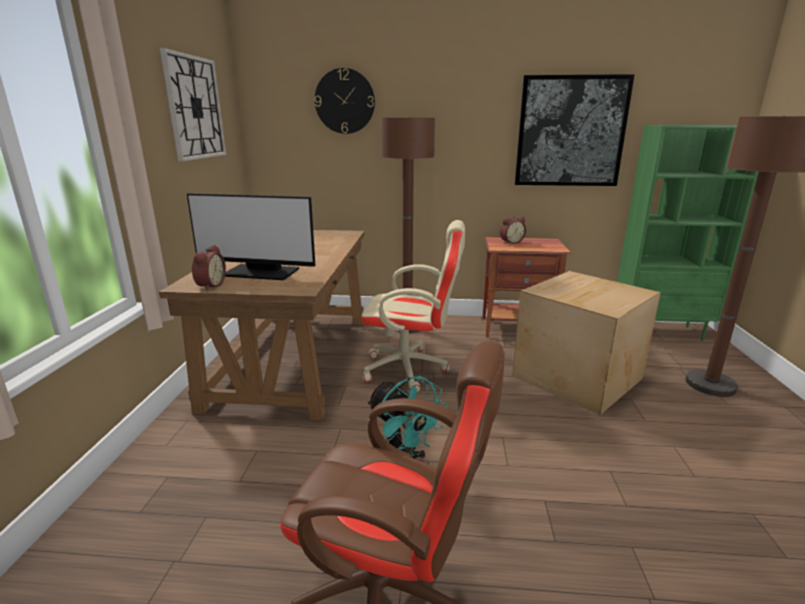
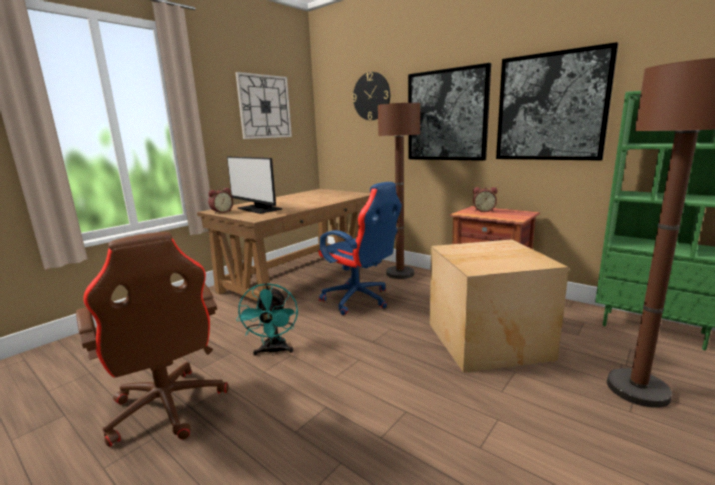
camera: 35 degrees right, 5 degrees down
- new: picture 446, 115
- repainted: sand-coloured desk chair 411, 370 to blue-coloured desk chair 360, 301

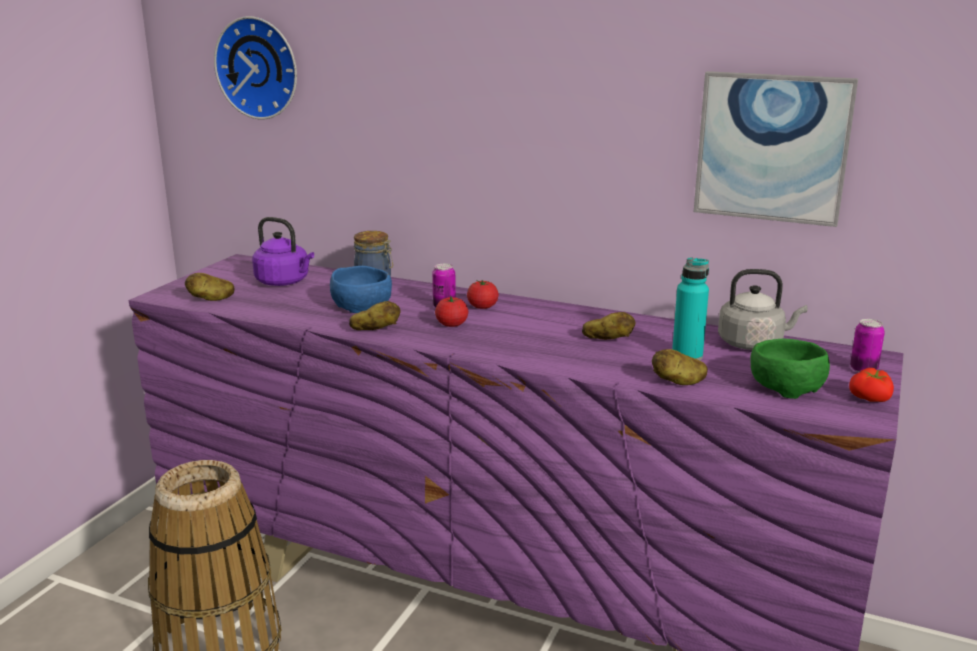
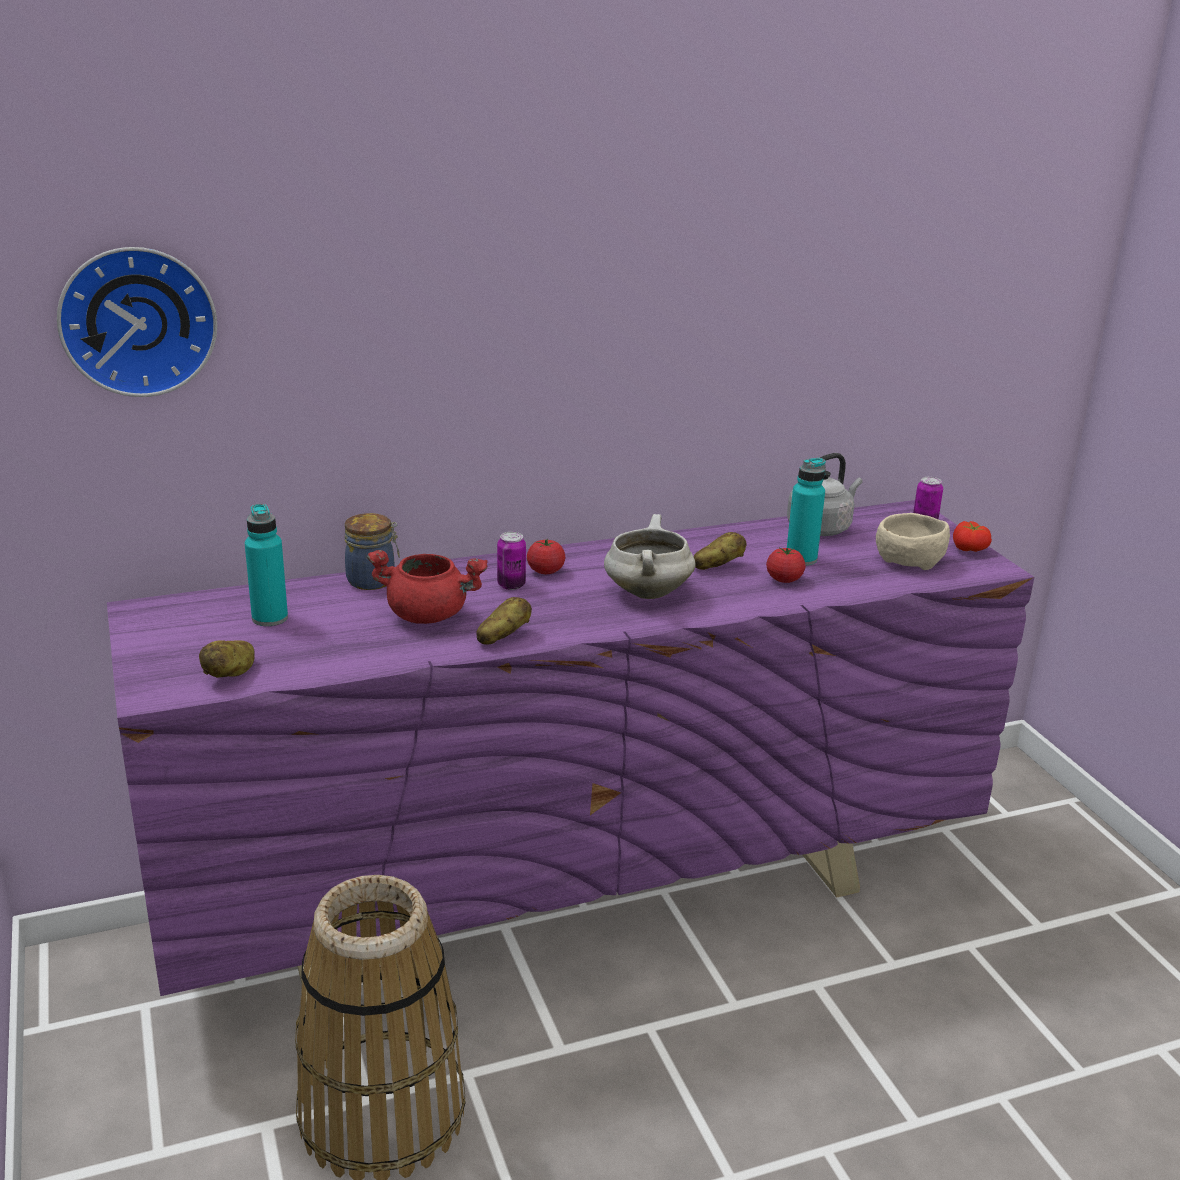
camera: 45 degrees left, 5 degrees up
- gone: potato 678, 382
- gone: picture 772, 147
- new: white-coloured stockpot 646, 592
- shifted: whole tomato 451, 324 to 784, 579
- swapped: purple kettle 285, 282 to blue-green bottle 270, 618
- swapped: blue-coloured deep dish 363, 306 to reddish stockpot 429, 615
- repainted: green deep dish 784, 386 to sand-coloured deep dish 907, 560

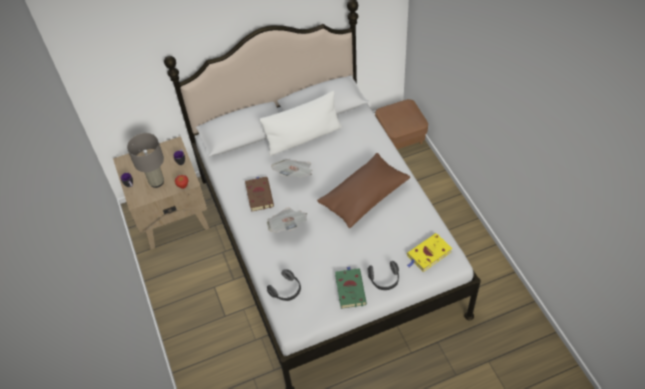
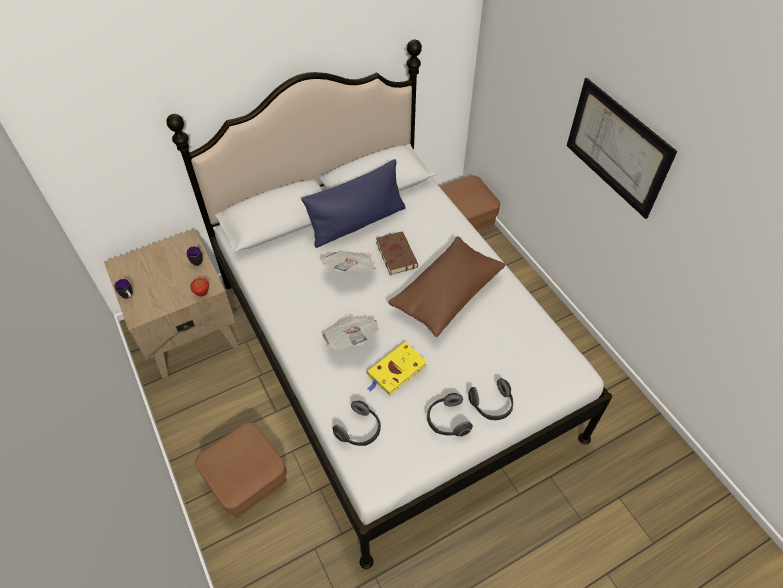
camera: 10 degrees left, 0 degrees up
- gone: grey table lamp 157, 182
- new: brown footrest 248, 481
- new: picture 617, 148
- shifted: brown bound book 259, 194 to 395, 254
- shifted: yellowish bound book 428, 254 to 396, 372
- swapped: green bound book 350, 288 to pair of headphones 447, 421
- repainted: white-coloured throw pillow 303, 138 to blue-coloured throw pillow 357, 223

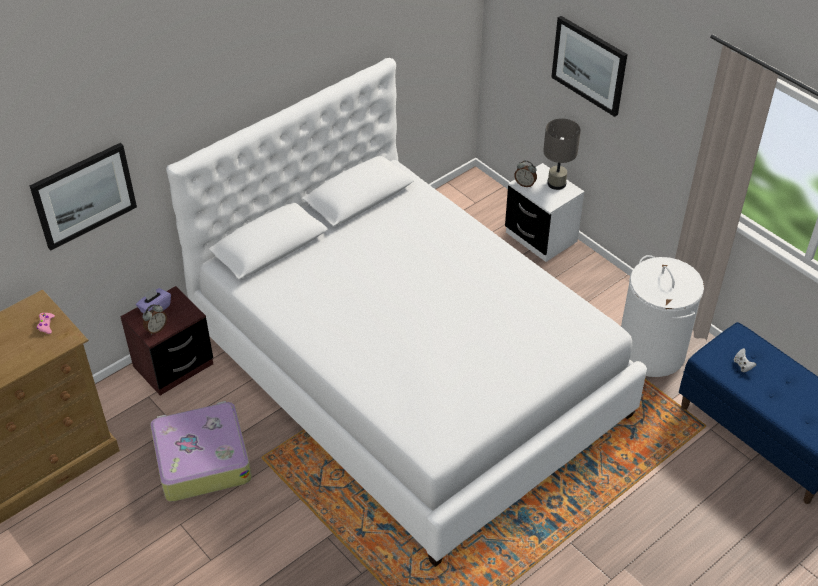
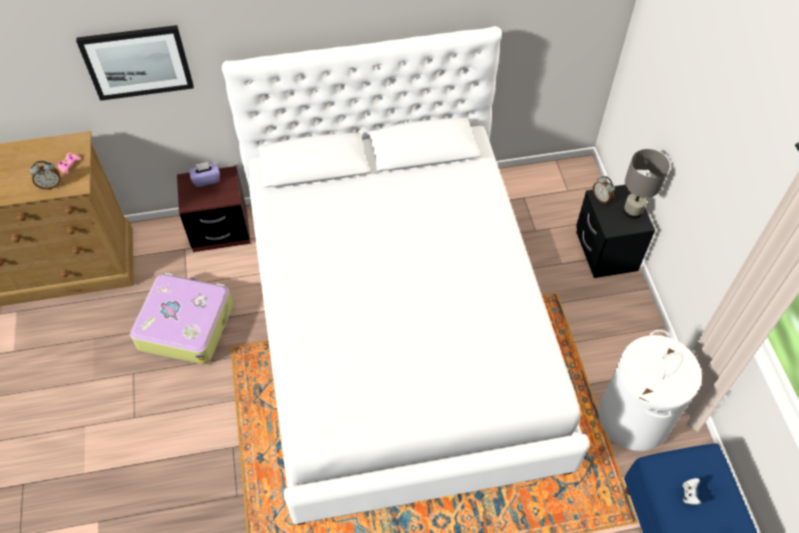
camera: 30 degrees right, 10 degrees up
- gone: picture 589, 65
- shifted: alarm clock 156, 329 to 50, 185
- repainted: white-coloured night table 541, 237 to black night table 606, 251

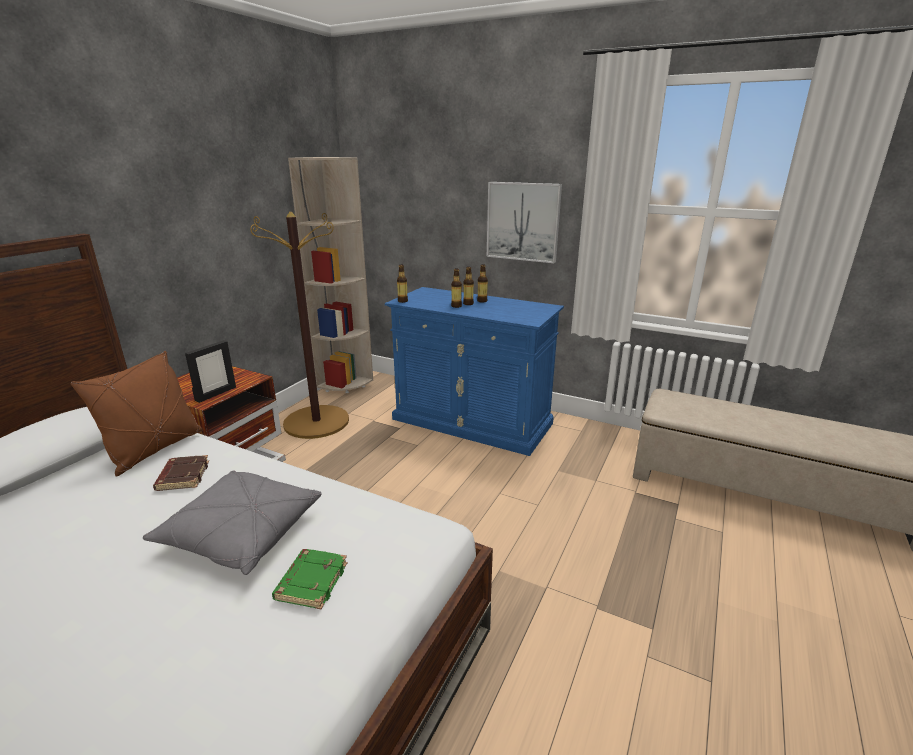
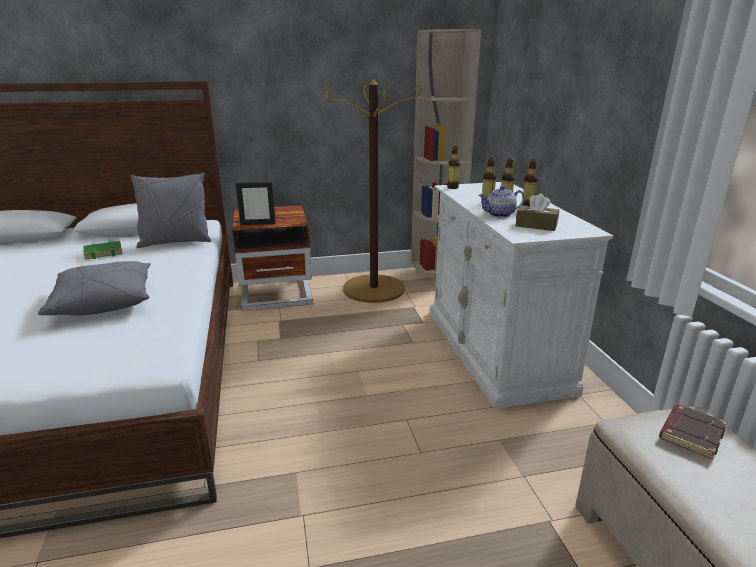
camera: 50 degrees right, 0 degrees up
- gone: picture 523, 222
- new: pot for tea 500, 214
- new: brown tissue box 536, 225
- shifted: brown bound book 182, 476 to 690, 434
- shifted: green bound book 311, 581 to 104, 253
- repainted: brown throw pillow 155, 450 to grey throw pillow 176, 242
- repainted: blue-coloured chest of drawers 472, 421 to white-coloured chest of drawers 495, 349

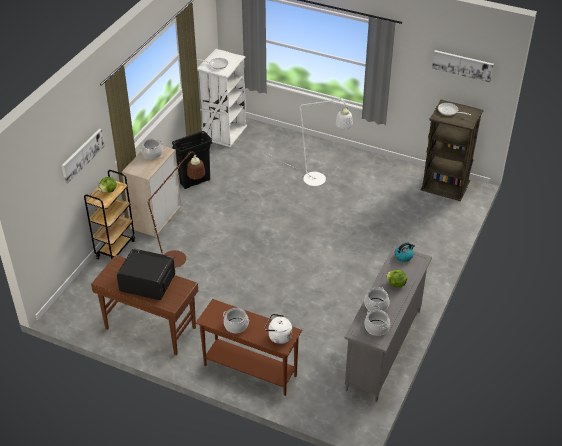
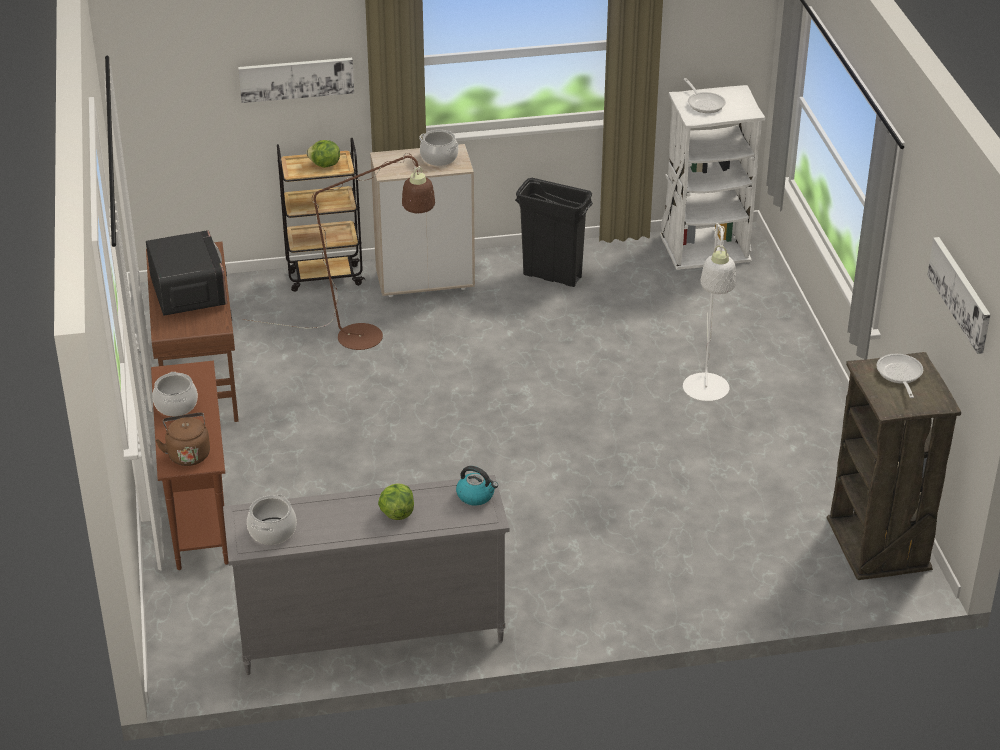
camera: 55 degrees right, 5 degrees down
- gone: stockpot 376, 305
- repainted: white-coloured kettle 278, 336 to brown kettle 188, 454

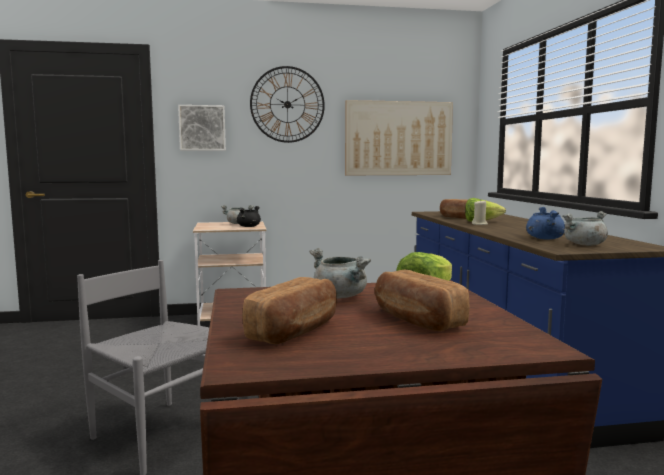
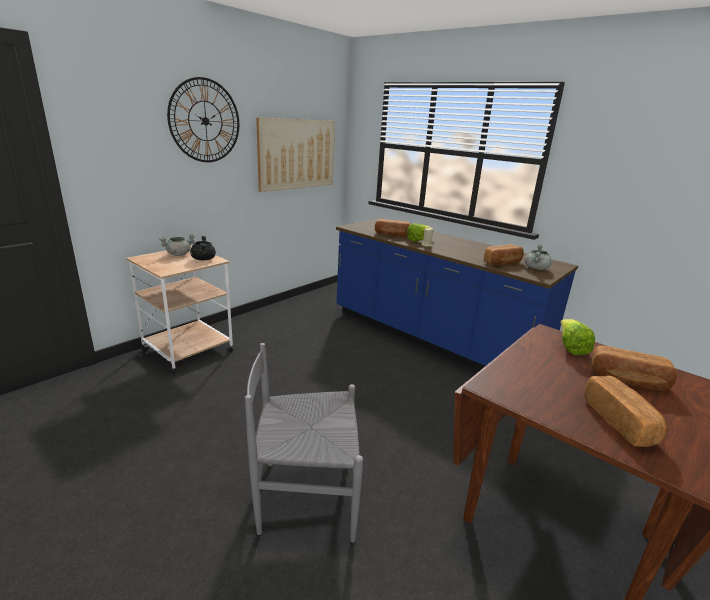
camera: 40 degrees left, 15 degrees up
- gone: picture 202, 128
- gone: grey stockpot 340, 297
- swapped: blue-coloured stockpot 544, 238 to bread 503, 263

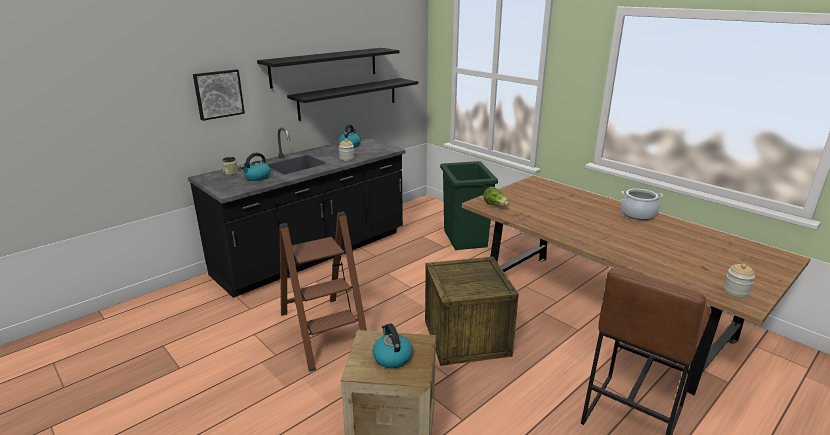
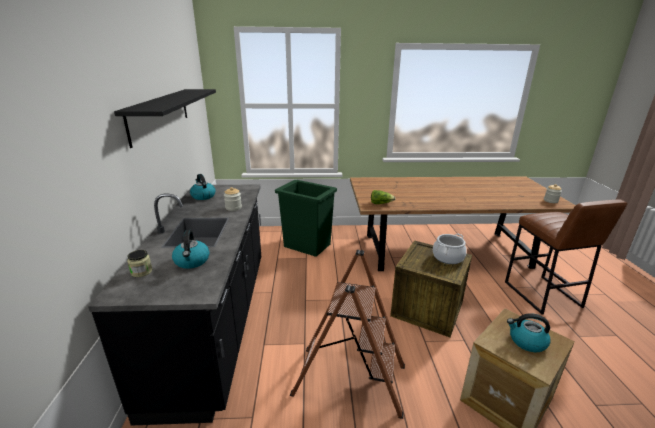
camera: 50 degrees left, 0 degrees up
- gone: picture 218, 94
- gone: black shelf 348, 98
- shifted: stockpot 637, 214 to 447, 257

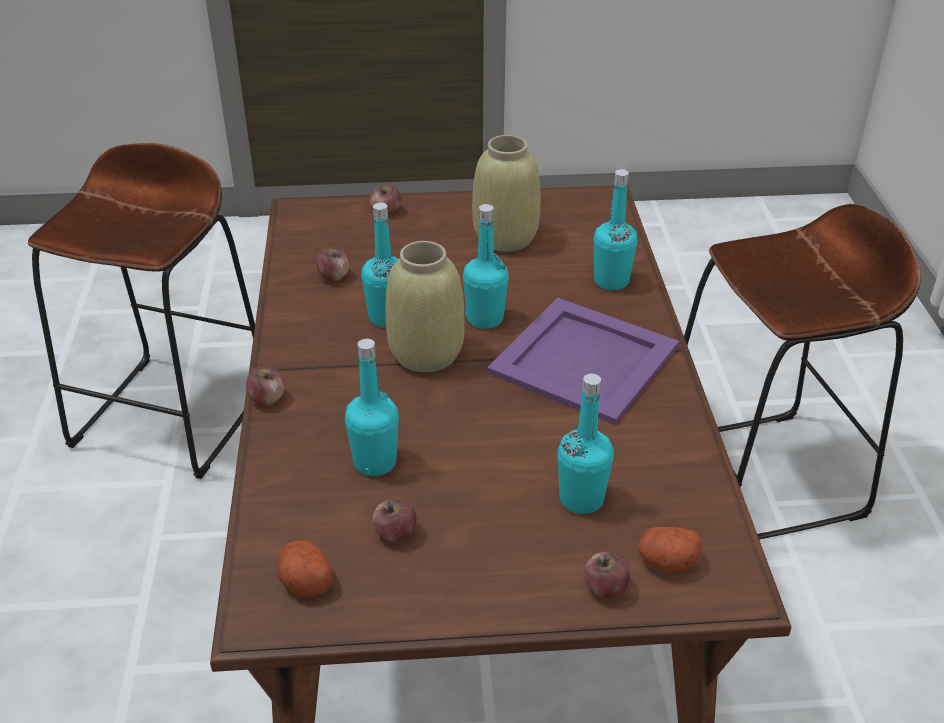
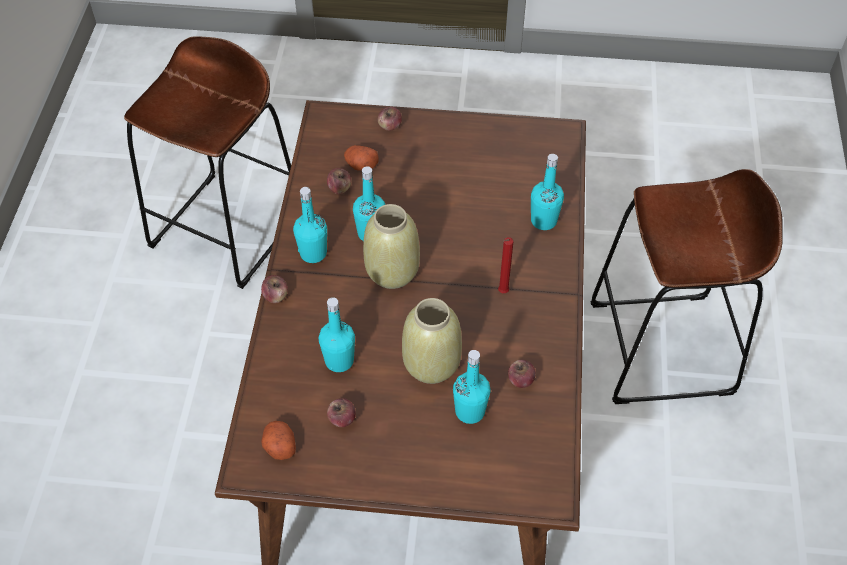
camera: 10 degrees right, 15 degrees up
- shifted: blue-green bottle 485, 319 to 313, 253
- shifted: sand-coloured decorative vase 505, 238 to 431, 365
- shifted: apple fruit 605, 588 to 520, 380
- shifted: potato 667, 562 to 361, 165
- swapped: purple tray 582, 360 to reddish wax light 502, 292

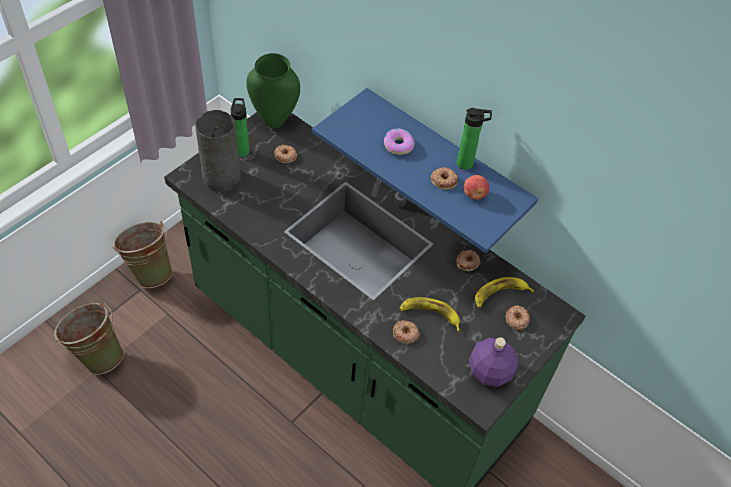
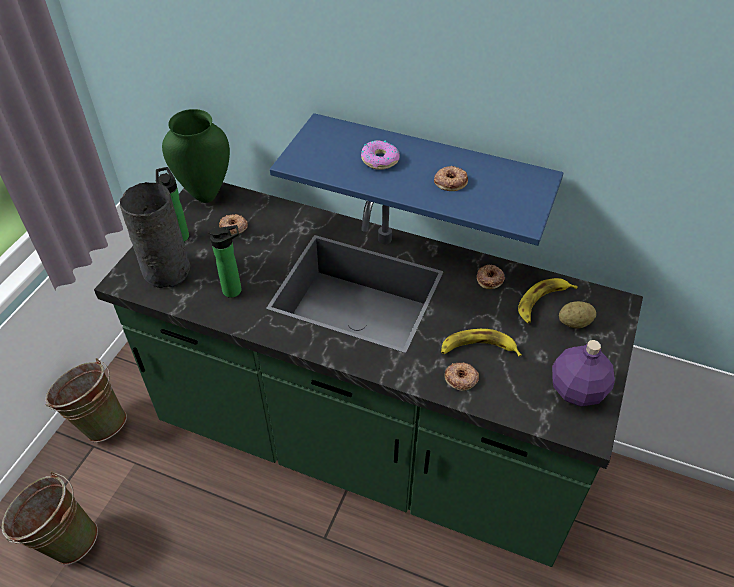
camera: 15 degrees left, 5 degrees down
- gone: apple fruit 474, 194
- shifted: bottle 467, 164 to 235, 290
- swapped: donut 516, 319 to potato 574, 323

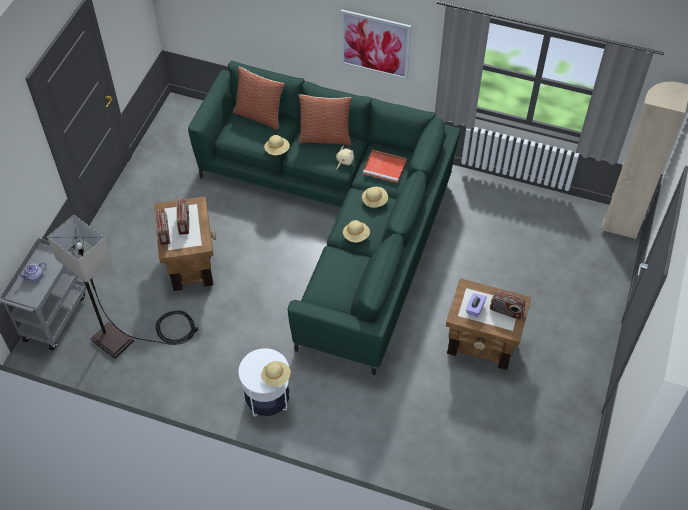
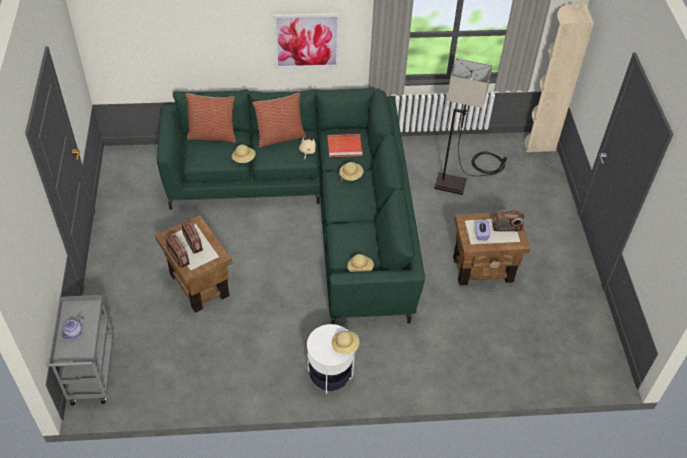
camera: 25 degrees left, 5 degrees down
- shifted: standard lamp 147, 335 to 471, 173
- shifted: sand-coloured clothing hat 356, 236 to 360, 269

